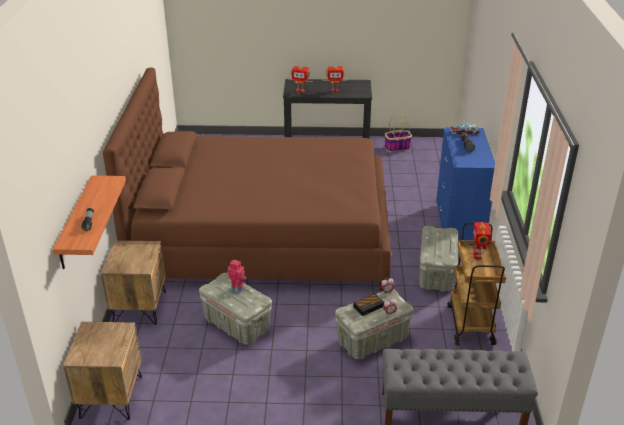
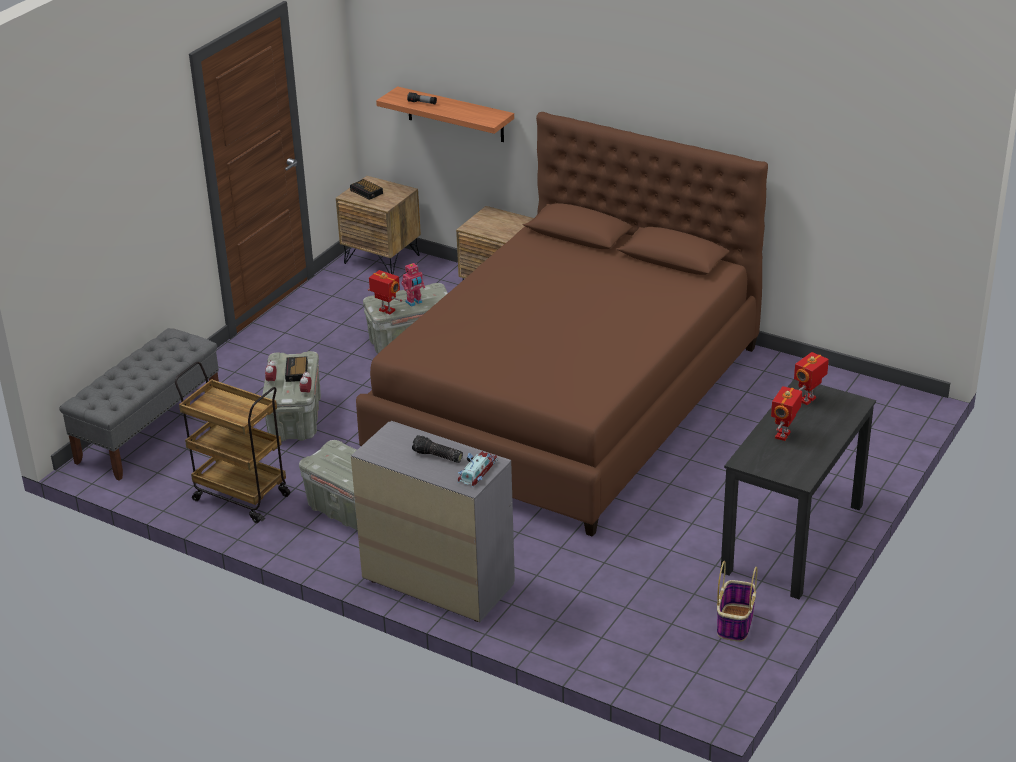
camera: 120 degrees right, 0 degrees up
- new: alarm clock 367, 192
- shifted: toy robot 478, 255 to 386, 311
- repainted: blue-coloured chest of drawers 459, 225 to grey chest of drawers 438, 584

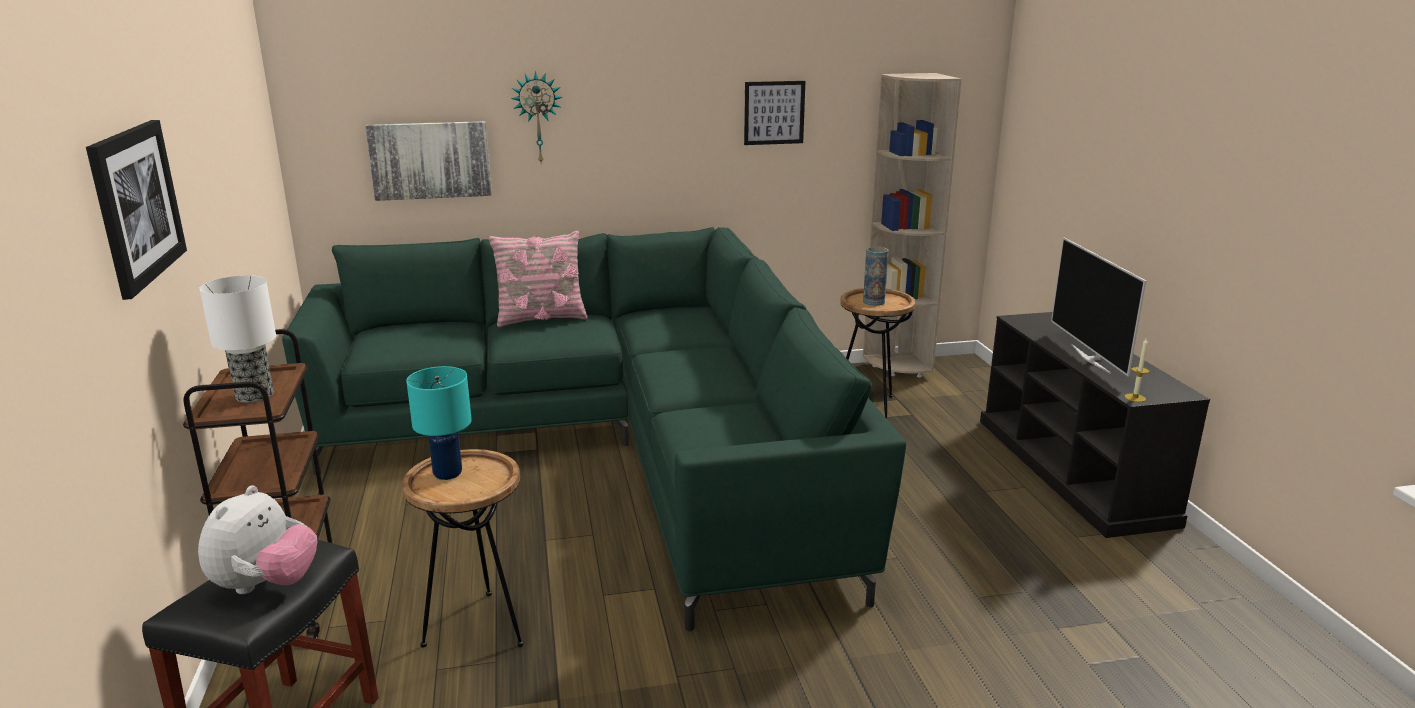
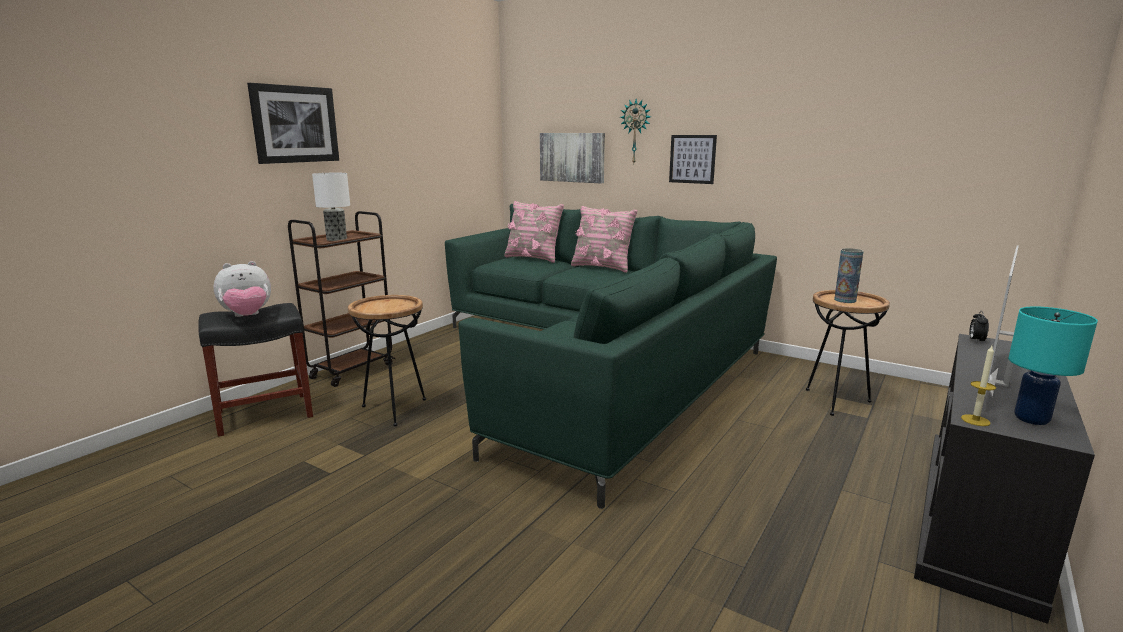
camera: 45 degrees right, 5 degrees down
- gone: sand-coloured shelving unit 897, 370
- new: pink throw pillow 533, 258
- new: alarm clock 976, 341
- shifted: blue-green table lamp 449, 474 to 1033, 420
- shifted: picture 774, 112 to 692, 159

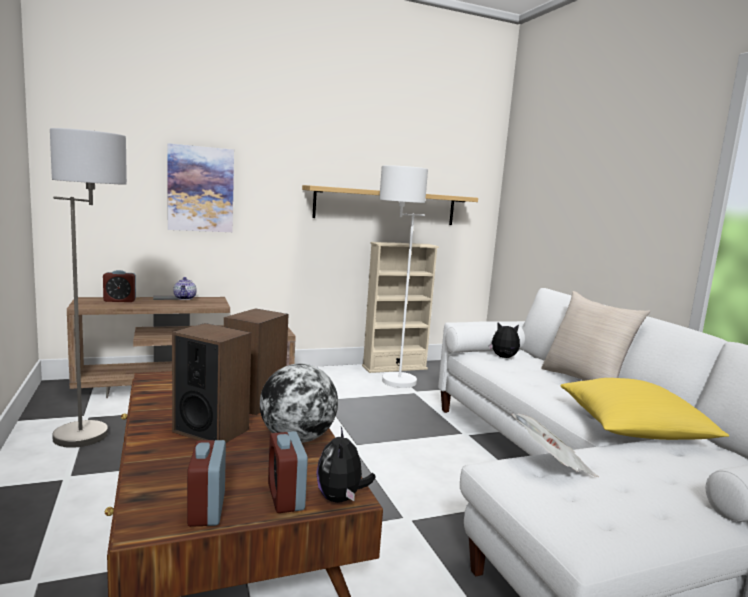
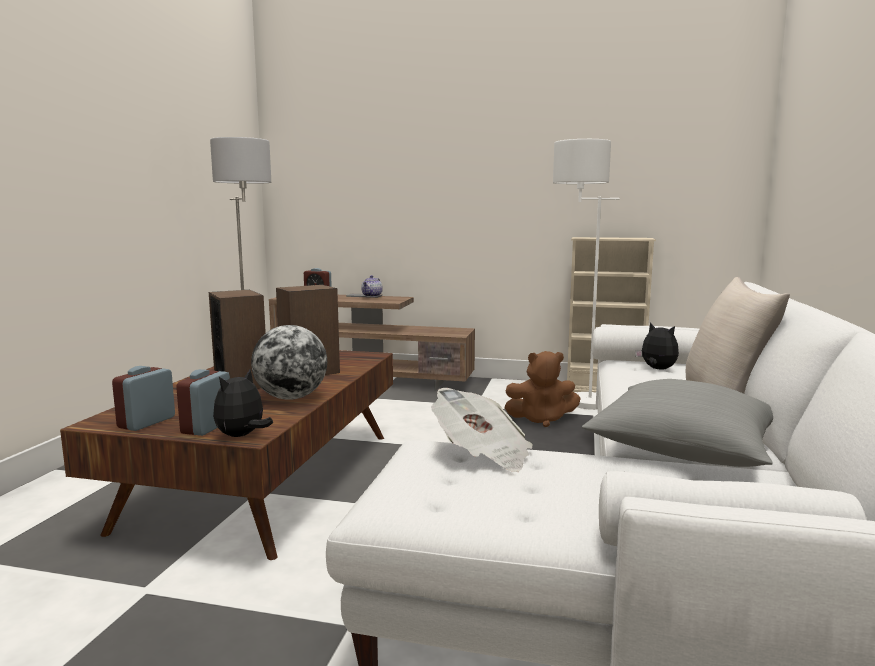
camera: 35 degrees right, 0 degrees up
- gone: picture 200, 189
- gone: shelf 386, 206
- new: brown soft toy 541, 419
- repainted: yellowish throw pillow 632, 428 to grey throw pillow 684, 448

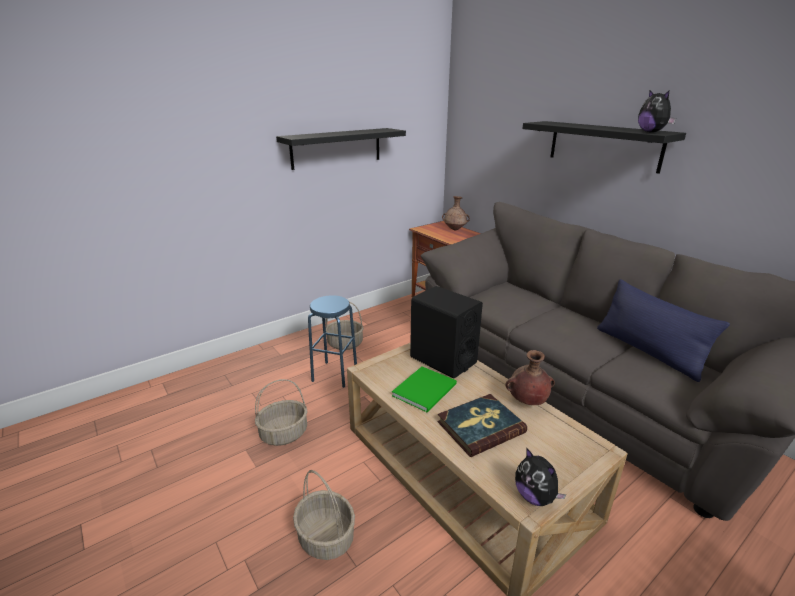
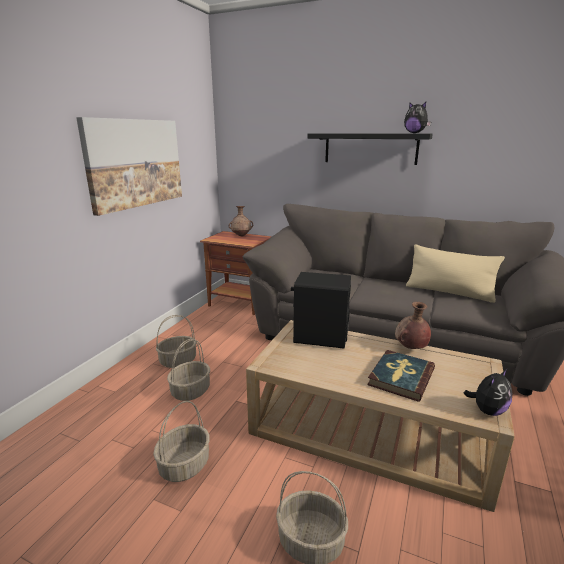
camera: 30 degrees left, 5 degrees down
- gone: green bound book 426, 390
- swapped: black shelf 336, 148 to picture 135, 163
- swapped: blue-coloured stool seat 334, 374 to basket 190, 391
- repainted: blue-coloured throw pillow 648, 351 to sand-coloured throw pillow 449, 292
- rotated: soft toy 535, 496 = 487, 410 60 degrees counterclockwise

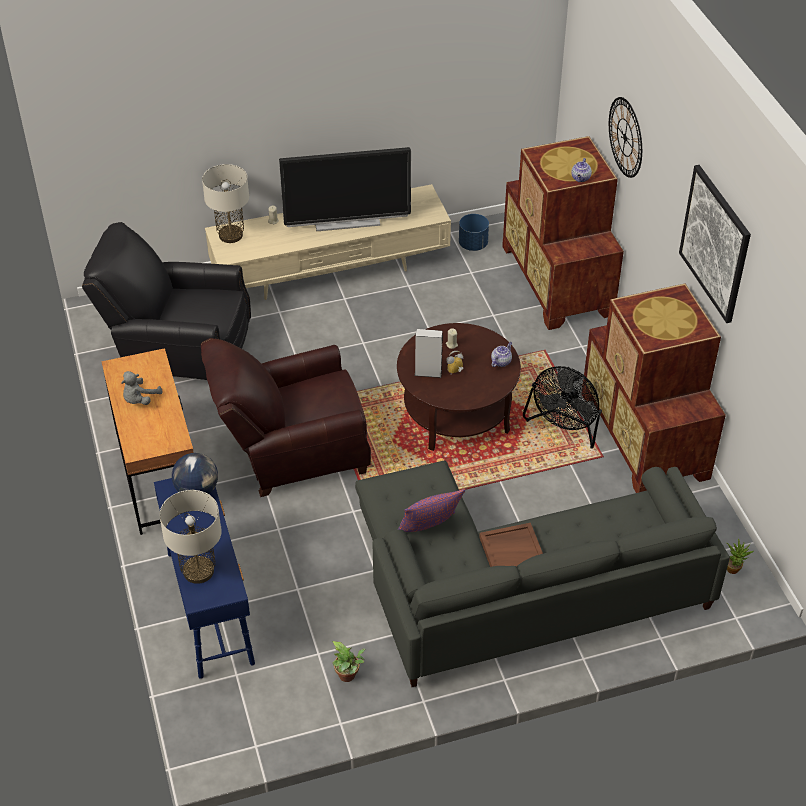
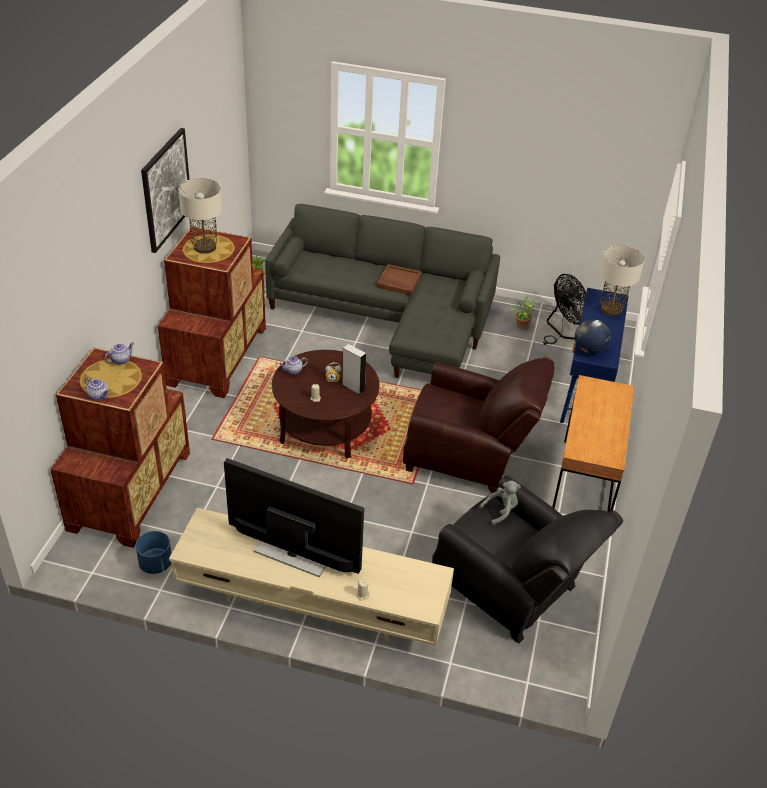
camera: 150 degrees left, 5 degrees down
- gone: purple throw pillow 429, 530
- gone: hanging clock 625, 137
- new: pot for tea 99, 396
- shifted: grey soft toy 140, 399 to 501, 511
- shifted: table lamp 231, 235 to 204, 247
- shifted: black cooling fan 563, 424 to 562, 329

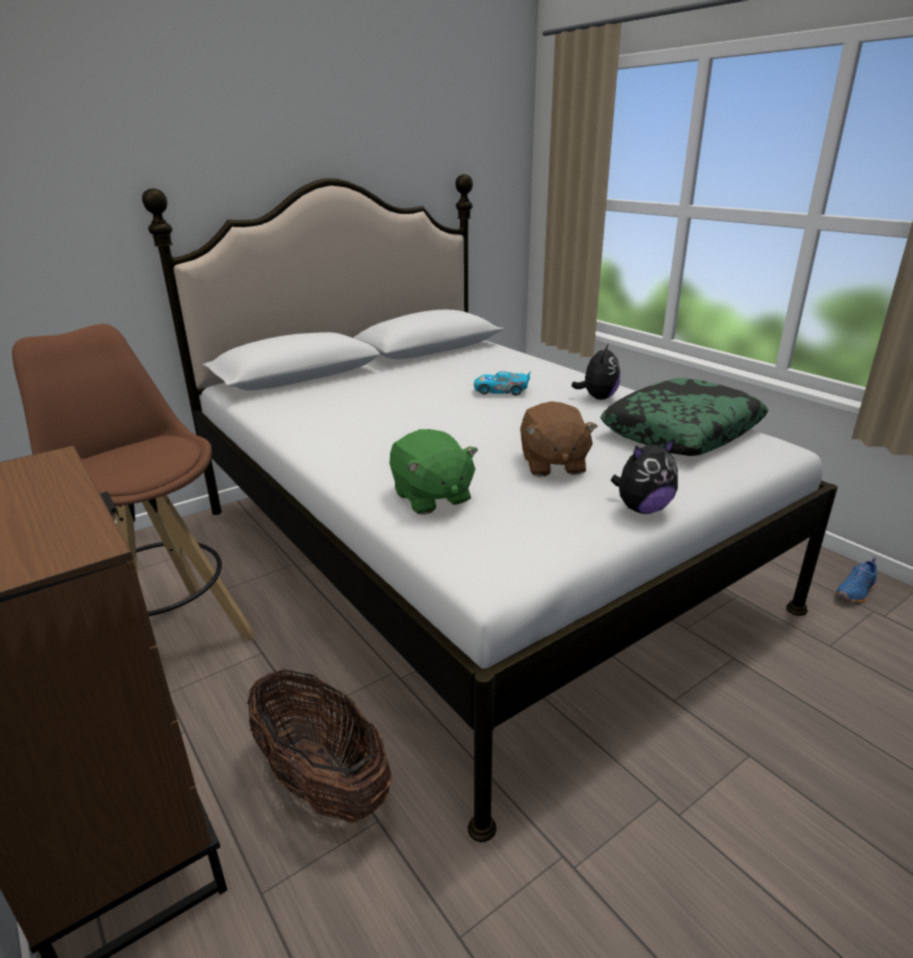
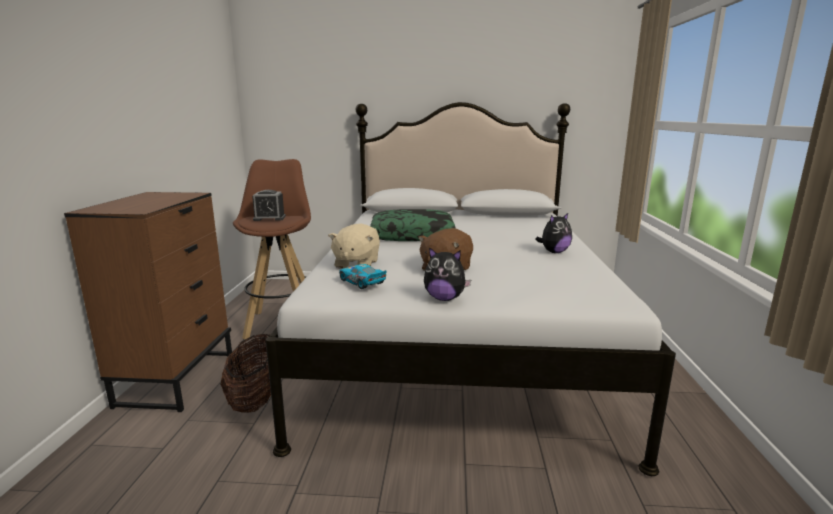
camera: 40 degrees right, 10 degrees down
- gone: blue-coloured shoe 856, 592
- new: alarm clock 269, 218
- shifted: miniature car 501, 390 to 362, 282
- shifted: throw pillow 681, 431 to 412, 235
- repainted: green soft toy 431, 497 to sand-coloured soft toy 356, 264

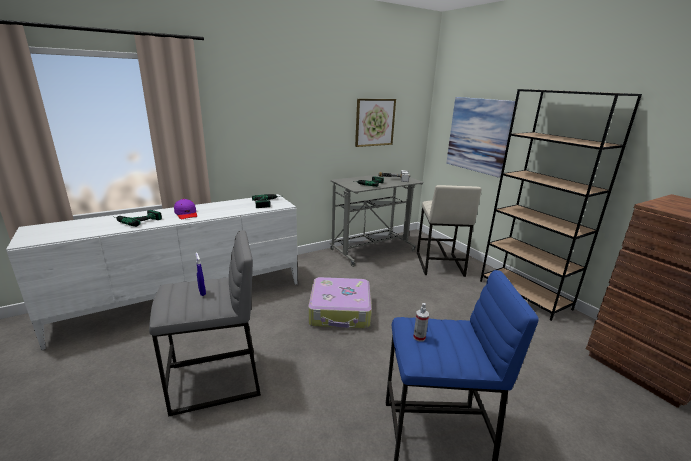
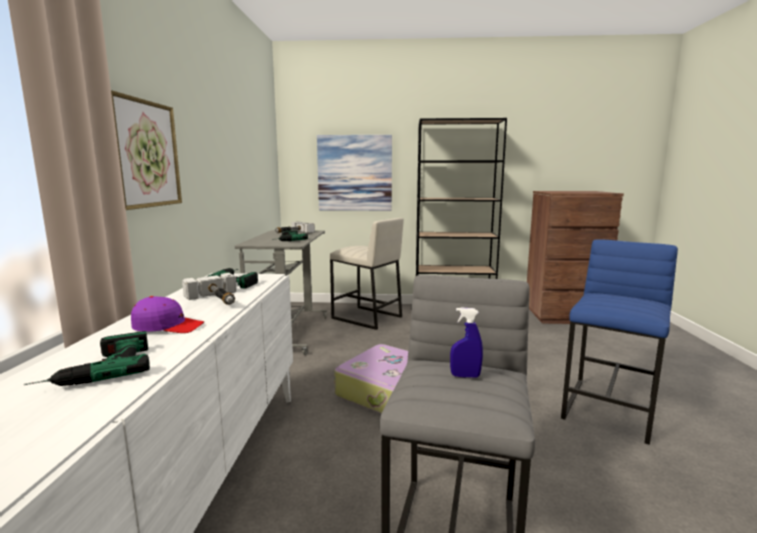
camera: 55 degrees left, 10 degrees down
- gone: spray bottle 419, 337
- new: hammer 218, 300
- shifted: picture 374, 122 to 145, 154

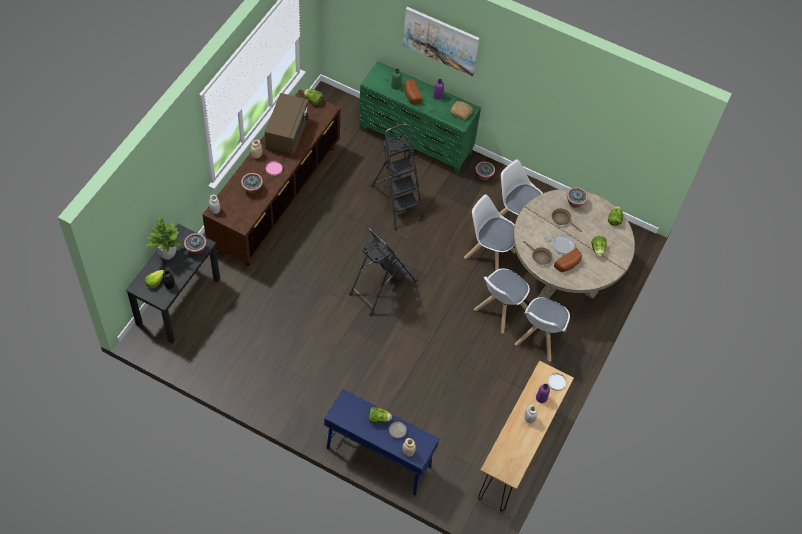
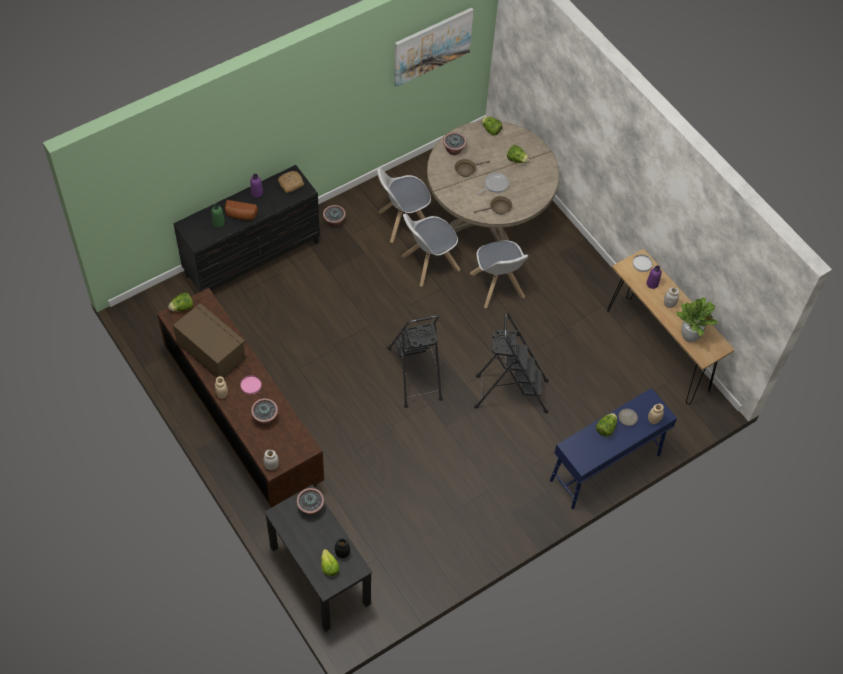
camera: 60 degrees left, 0 degrees up
- gone: upright chair 539, 338
- gone: bread 568, 264
- shifted: potted plant 167, 254 to 690, 336
- shifted: stepladder 397, 201 to 510, 393
- shifted: picture 440, 40 to 432, 46
- repainted: green chest of drawers 415, 141 to black chest of drawers 252, 258

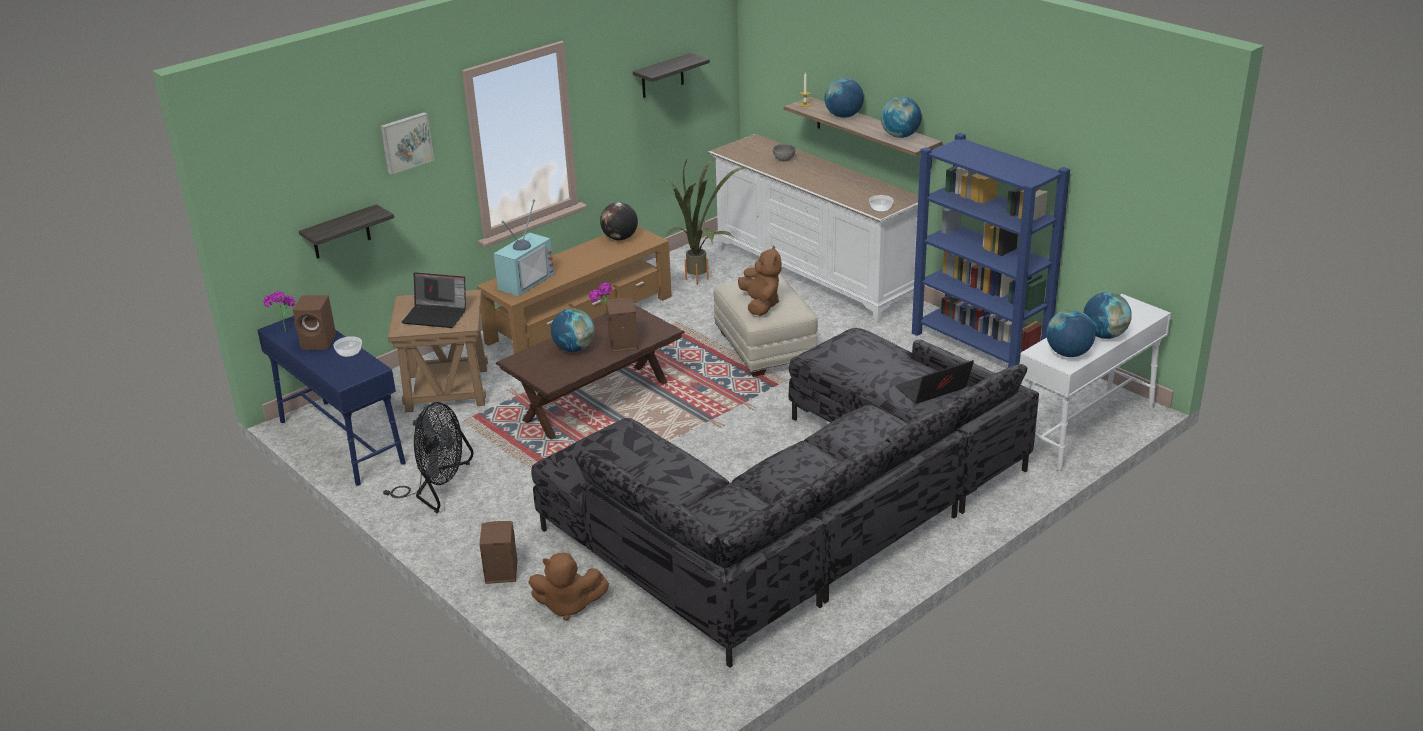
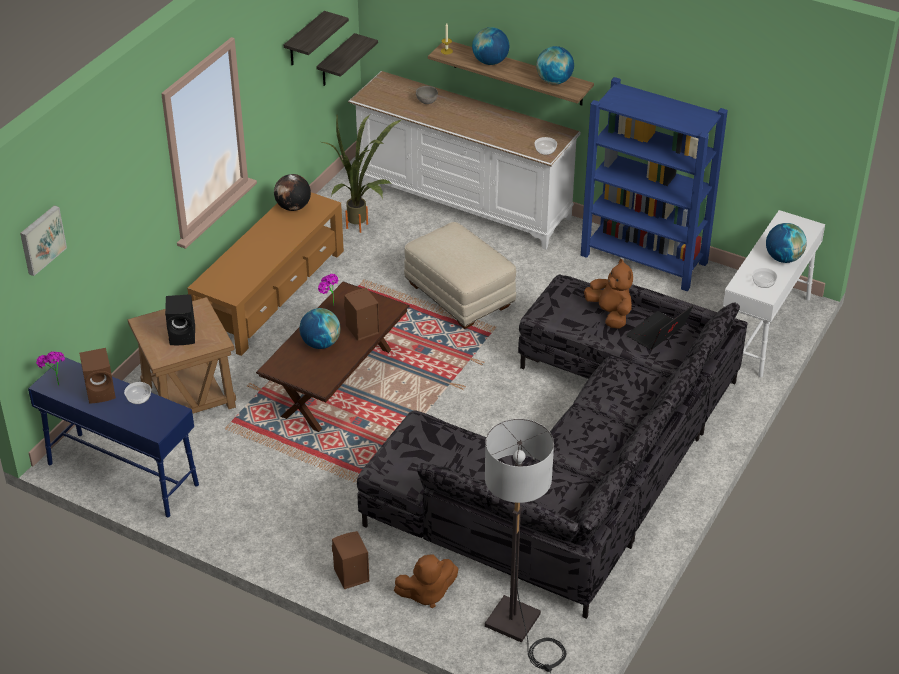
camera: 20 degrees left, 10 degrees up
- gone: black cooling fan 435, 487
- gone: TV set 524, 280
- new: standard lamp 522, 631
- shifted: shelf 340, 233 to 336, 61
- shifted: picture 406, 142 to 41, 239
- shifted: brown soft toy 760, 305 to 610, 314
- swapped: laptop 437, 315 to black loudspeaker 183, 335
- swapped: globe 1068, 353 to deep dish 763, 283

